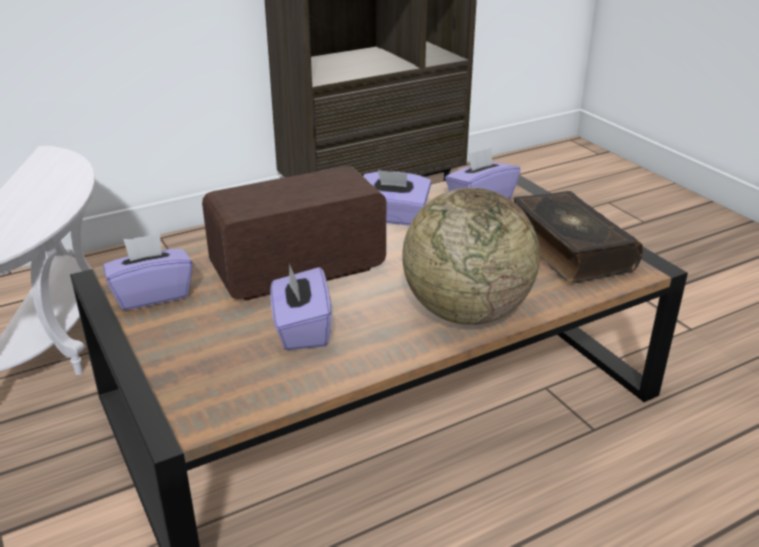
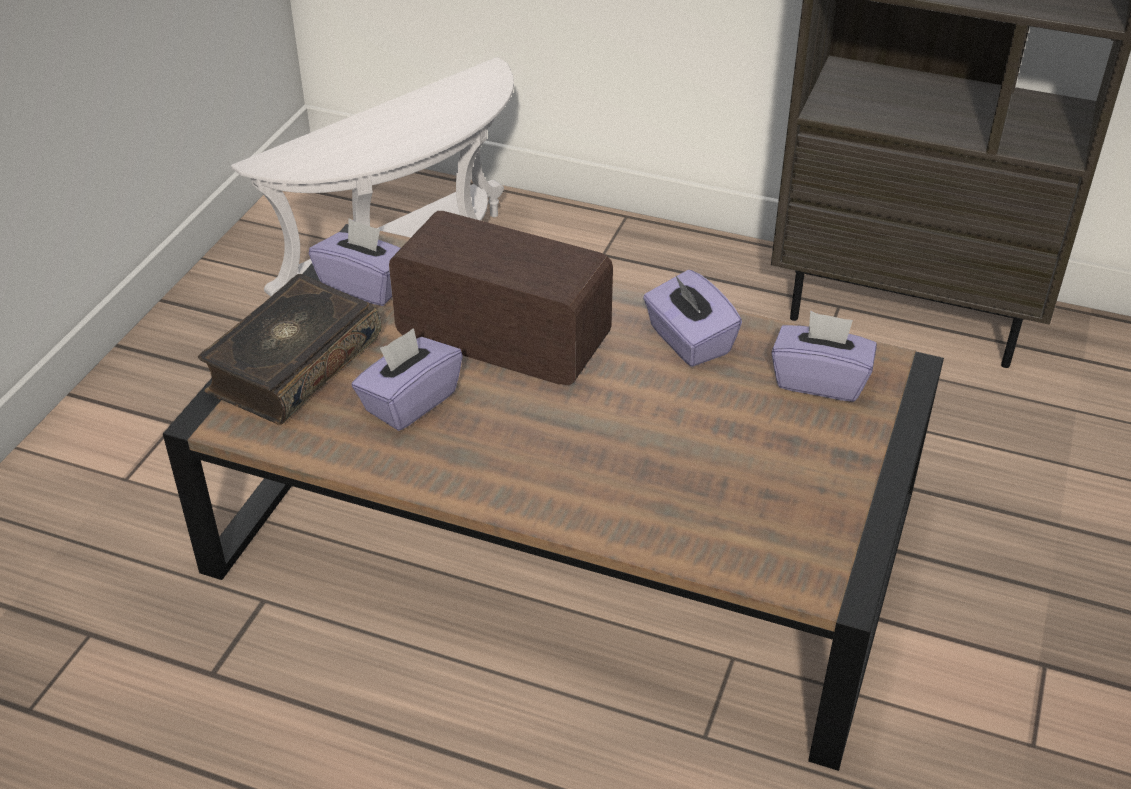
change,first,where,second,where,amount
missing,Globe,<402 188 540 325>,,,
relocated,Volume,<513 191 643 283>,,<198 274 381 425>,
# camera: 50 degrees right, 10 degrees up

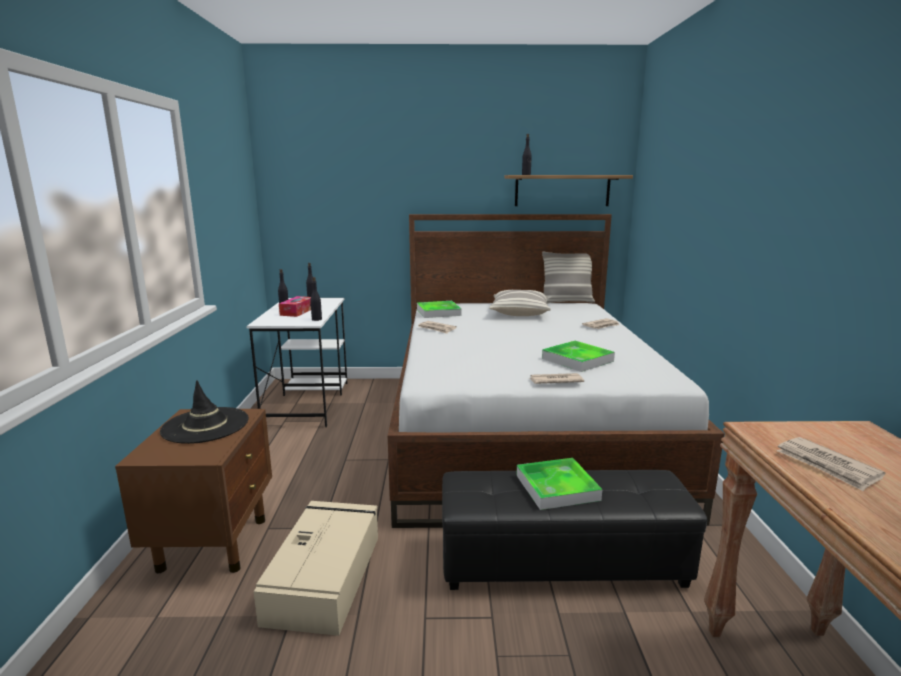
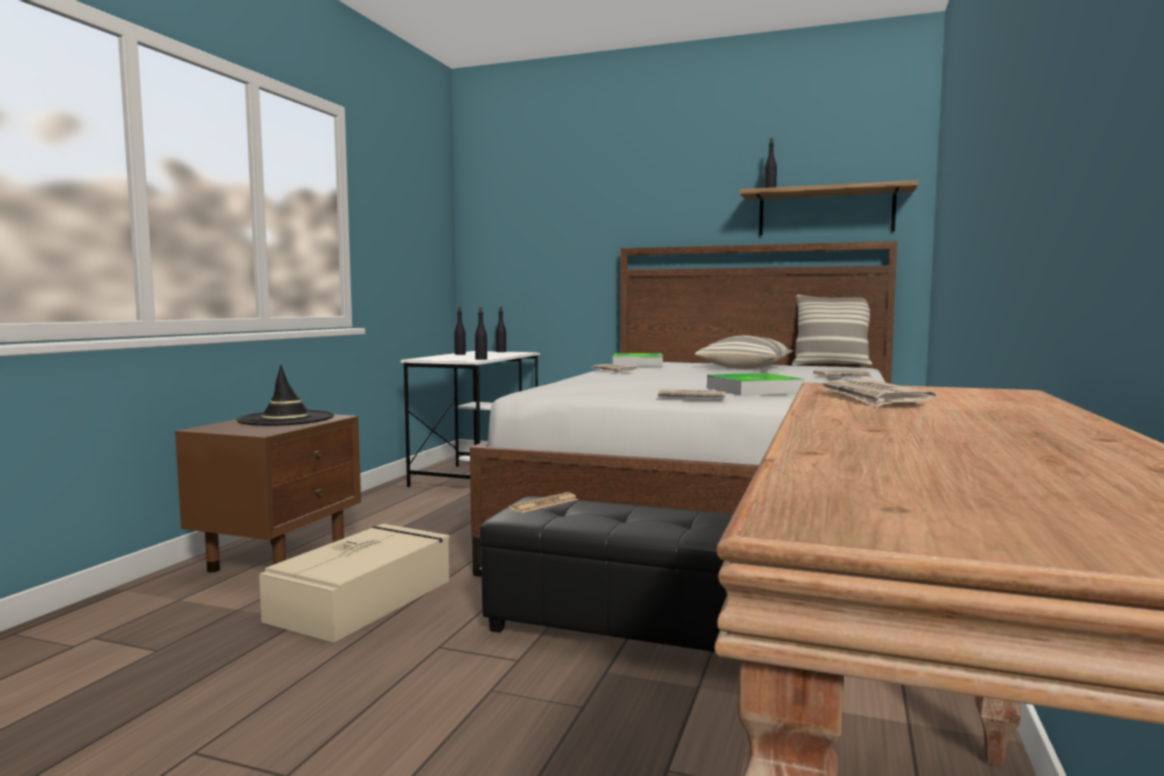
change,first,where,second,where,amount
missing,TissueHolder,<279 296 311 317>,,,
missing,CarryingTray,<516 458 602 510>,,,
appeared,,,DailyPaper,<509 492 578 513>,
# camera: 20 degrees right, 10 degrees down

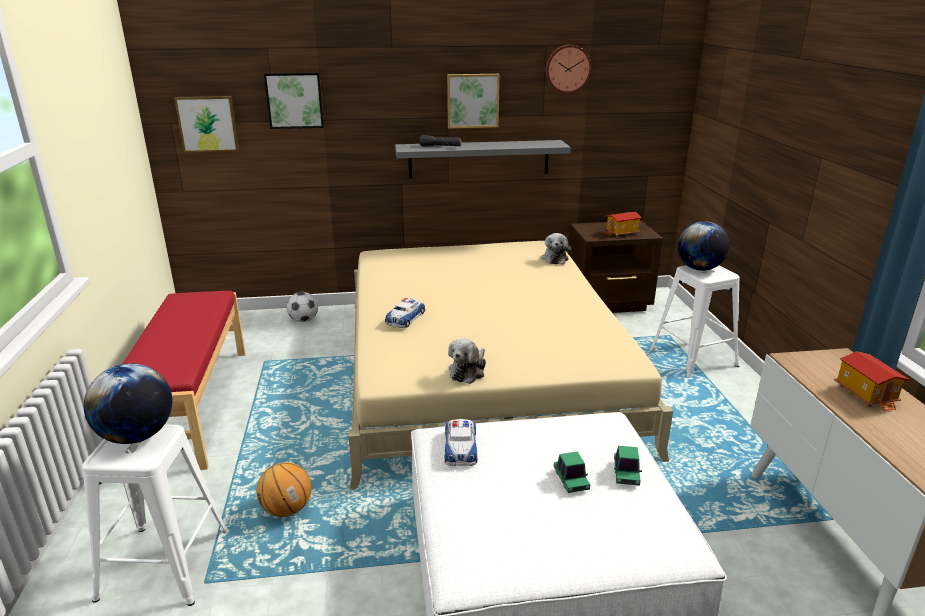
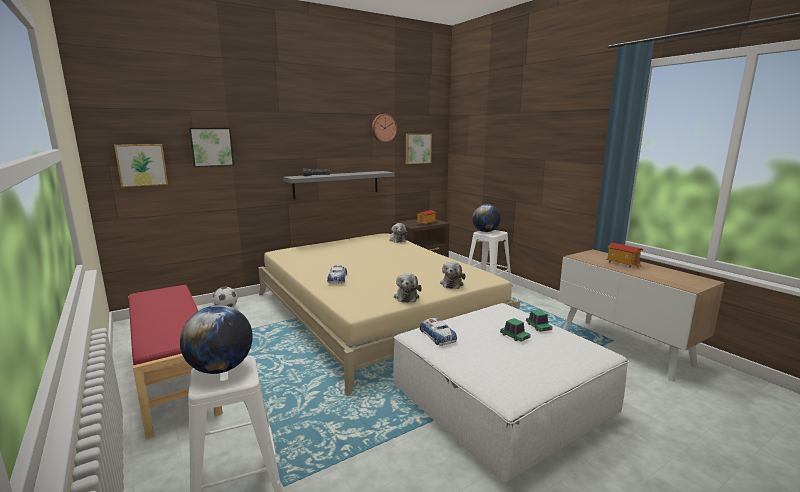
change,first,where,second,where,amount
relocated,WallArt,<447 74 500 129>,,<406 134 432 164>,
missing,BasketballBall,<257 462 311 517>,,,
appeared,,,SoftToy,<440 261 466 289>,
# camera: 25 degrees left, 10 degrees down

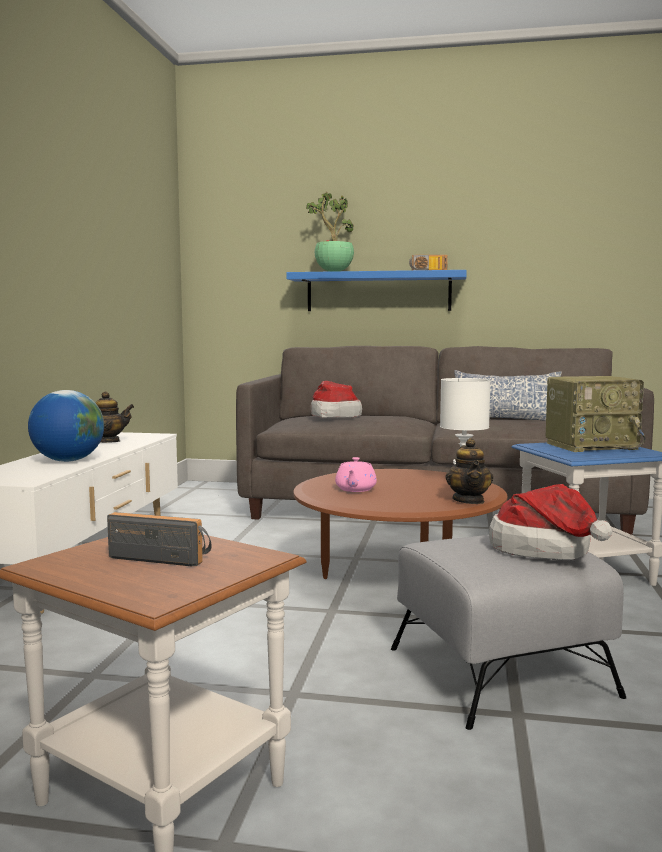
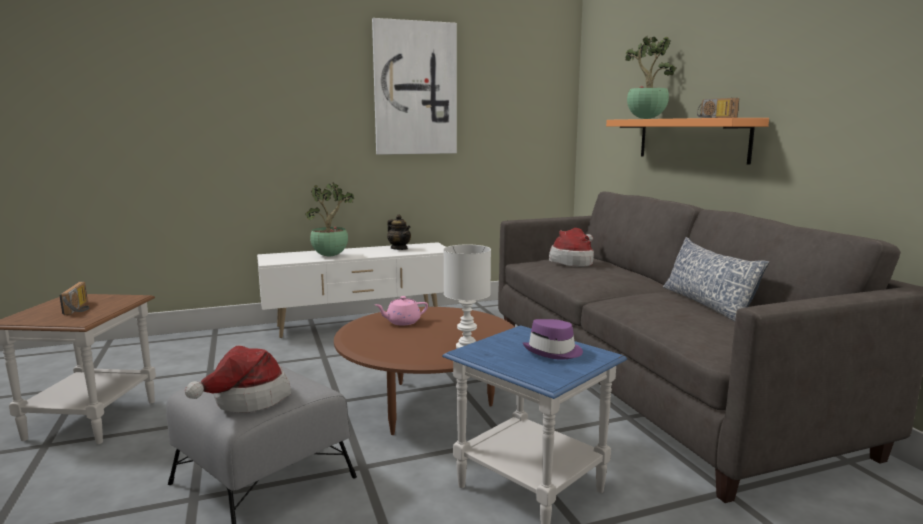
change,first,where,second,where,amount
colour,BlueShelf,<286 270 467 311>,OrangeShelf,<606 118 769 165>,
exchanged,RadioReceiver,<546 376 646 452>,PurplishClothingHat,<523 319 583 360>,
exchanged,Globe,<28 390 104 462>,PottedPlant,<305 183 354 256>,
missing,Teapot,<445 438 493 504>,,,
appeared,,,WallArt,<372 18 457 155>,
# camera: 60 degrees right, 5 degrees up

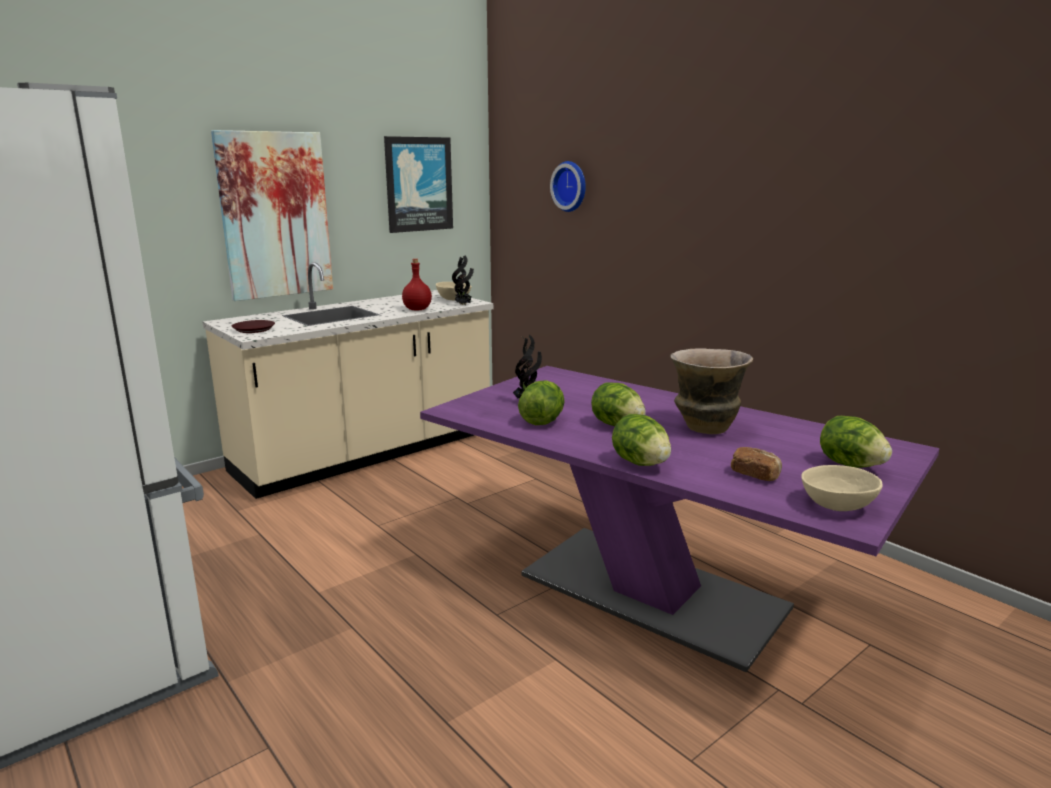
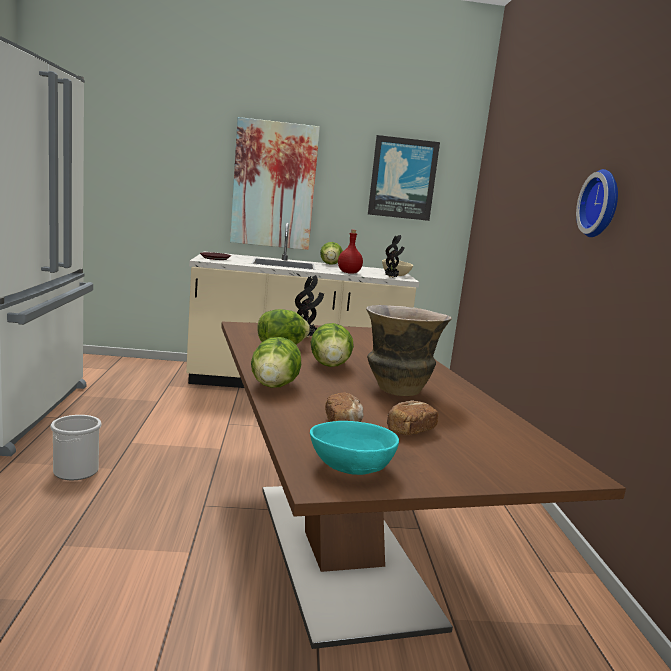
change,first,where,second,where,amount
relocated,WallClock,<550 161 586 212>,,<576 169 618 237>,
colour,PurplishDiningTable,<420 366 940 672>,BrownishDiningTable,<221 322 626 649>,
relocated,LettuceHead,<820 416 892 468>,,<320 242 343 265>,
colour,SandColouredBowl,<801 465 883 511>,BlueGreenBowl,<310 421 399 475>,
appeared,,,BakeryBread,<387 401 439 435>,
appeared,,,Pail,<50 415 101 480>,
# camera: 35 degrees right, 5 degrees down

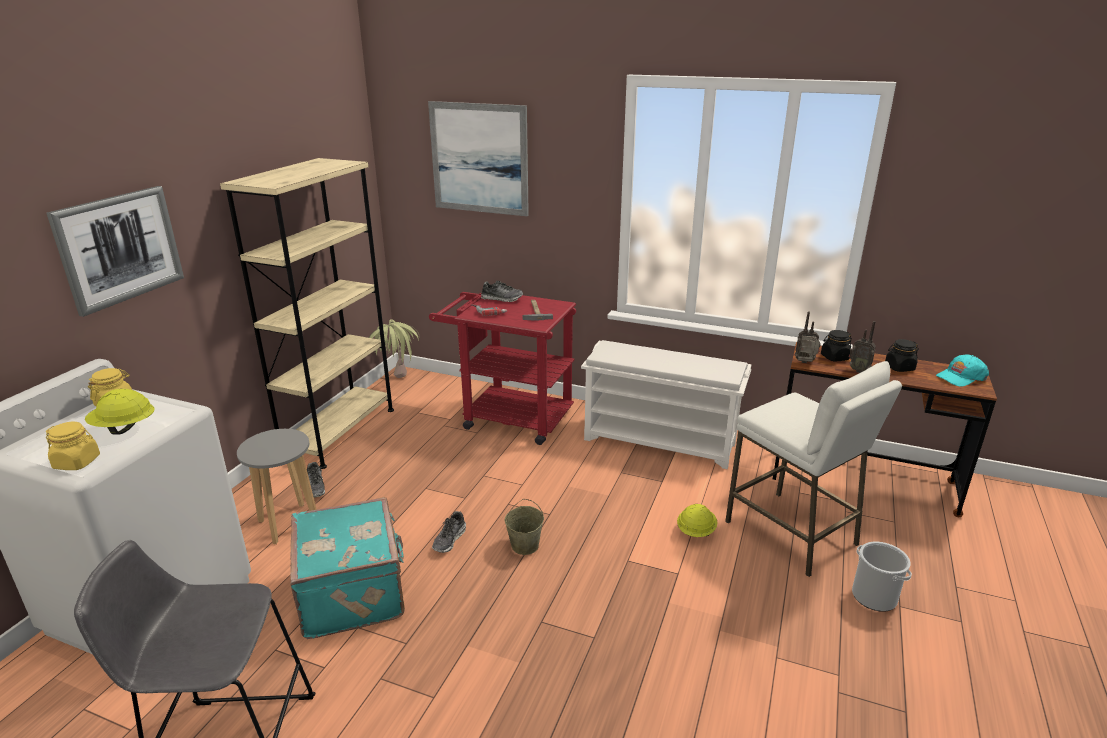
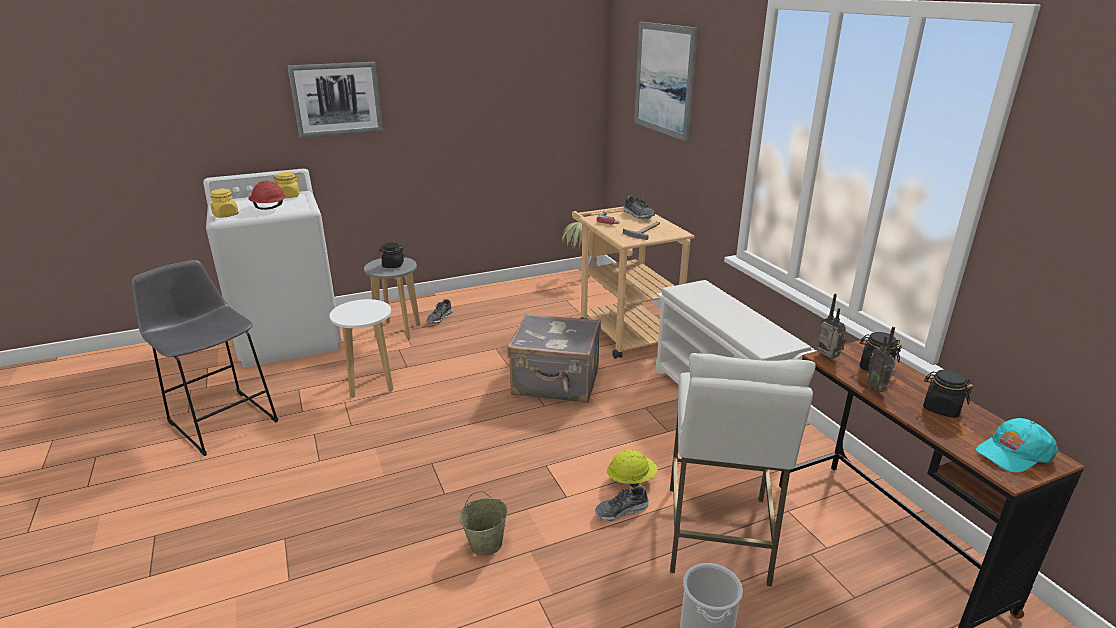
change,first,where,second,where,amount
missing,SandColouredBookshelf,<220 158 394 469>,,,
colour,ReddishTrolley,<429 292 576 445>,SandColouredTrolley,<572 204 695 359>,
spun,BlueGreenCap,<936 354 989 386>,,<976 418 1058 473>,45 degrees counterclockwise
colour,YellowishWorkHelmet,<85 389 155 435>,ReddishWorkHelmet,<249 181 286 210>,
exchanged,BlueGreenSuitcase,<290 497 405 639>,WhitishStool,<330 299 394 397>,
relocated,SandColouredPail,<505 499 544 555>,,<460 491 508 556>,
relocated,LowShoe,<432 511 466 553>,,<595 485 649 522>,
appeared,,,BlackishStorageJar,<379 242 405 268>,
appeared,,,GreySuitcase,<507 313 601 403>,
# camera: 45 degrees right, 0 degrees up

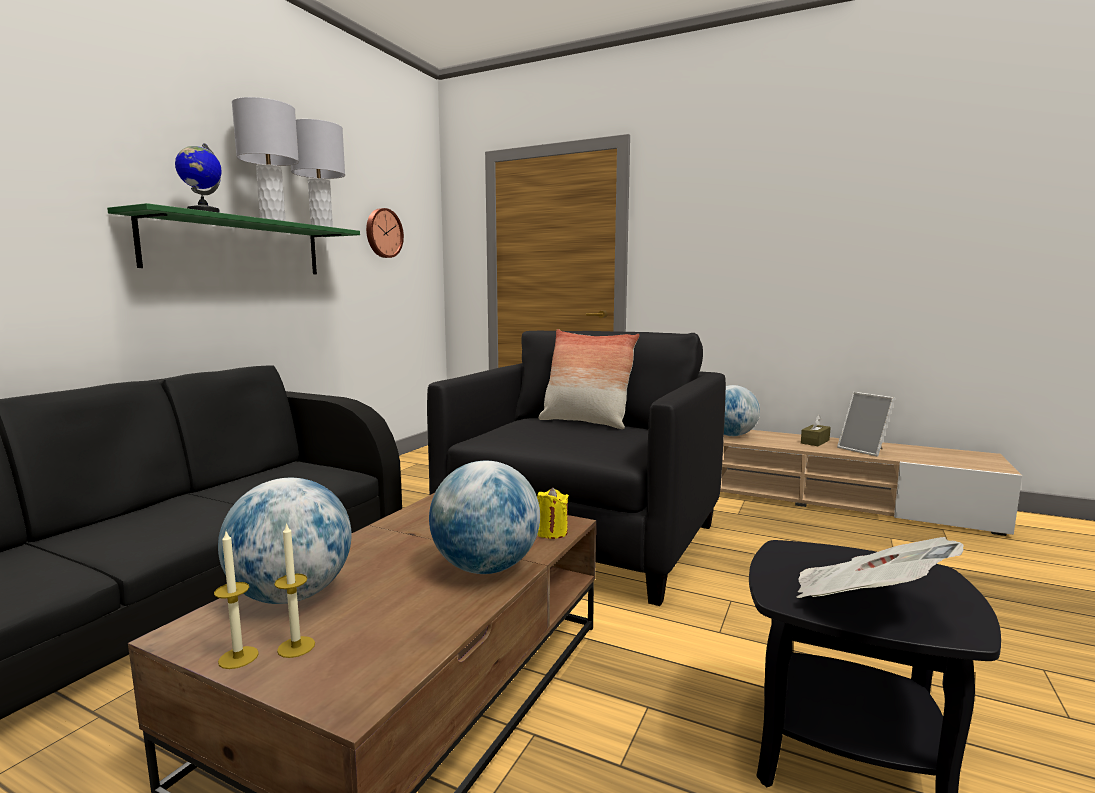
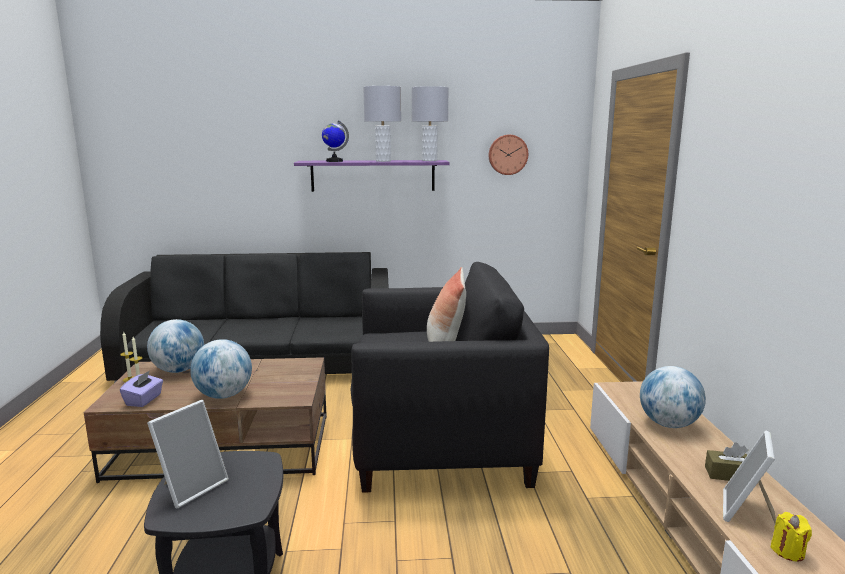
change,first,where,second,where,amount
colour,GreenColouredShelf,<107 203 360 274>,PurplishShelf,<294 160 450 192>,
relocated,YellowishWaxCandle,<537 488 569 539>,,<771 512 812 561>,
exchanged,DailyPaper,<796 537 964 598>,StandingFrame,<147 400 229 508>,
appeared,,,PurplishTissueHolder,<120 370 163 407>,
# camera: 60 degrees right, 5 degrees up

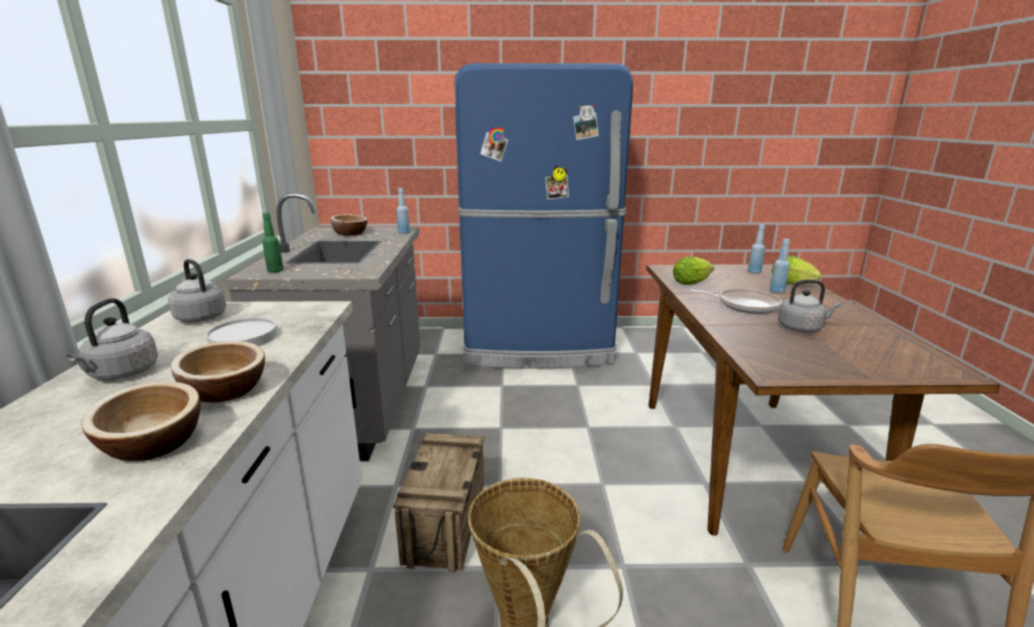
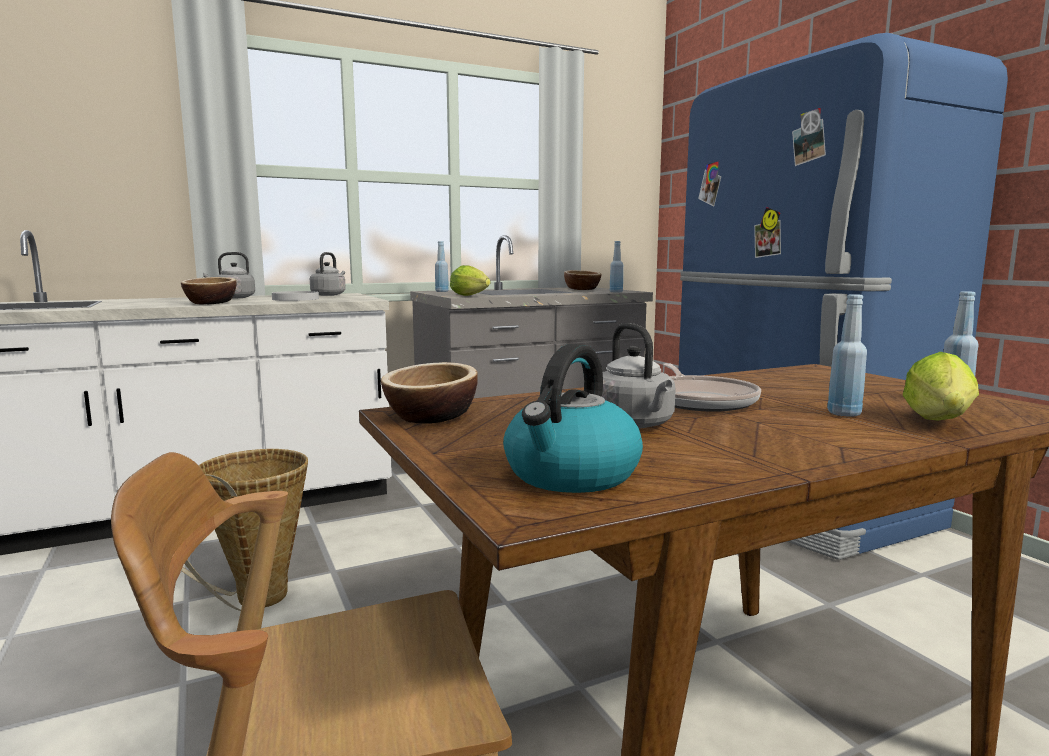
change,first,where,second,where,amount
colour,GreenColouredBeverageBottle,<262 213 284 273>,BlueBeverageBottle,<435 241 449 292>,
relocated,LettuceHead,<673 257 714 285>,,<450 265 490 296>,
relocated,Bowl,<81 381 200 461>,,<381 362 478 424>,
missing,ShippingCrate,<393 433 484 573>,,,
appeared,,,WaterKettle,<503 344 643 493>,
# camera: 65 degrees right, 10 degrees down

